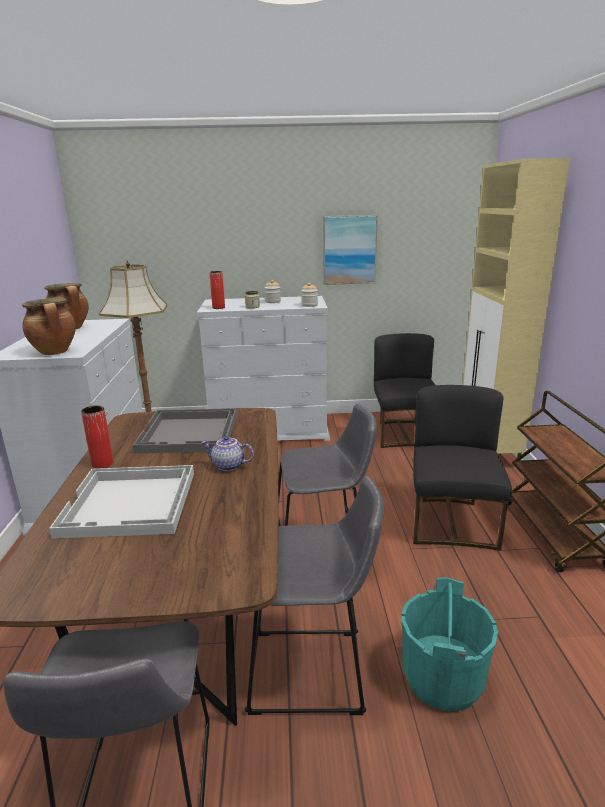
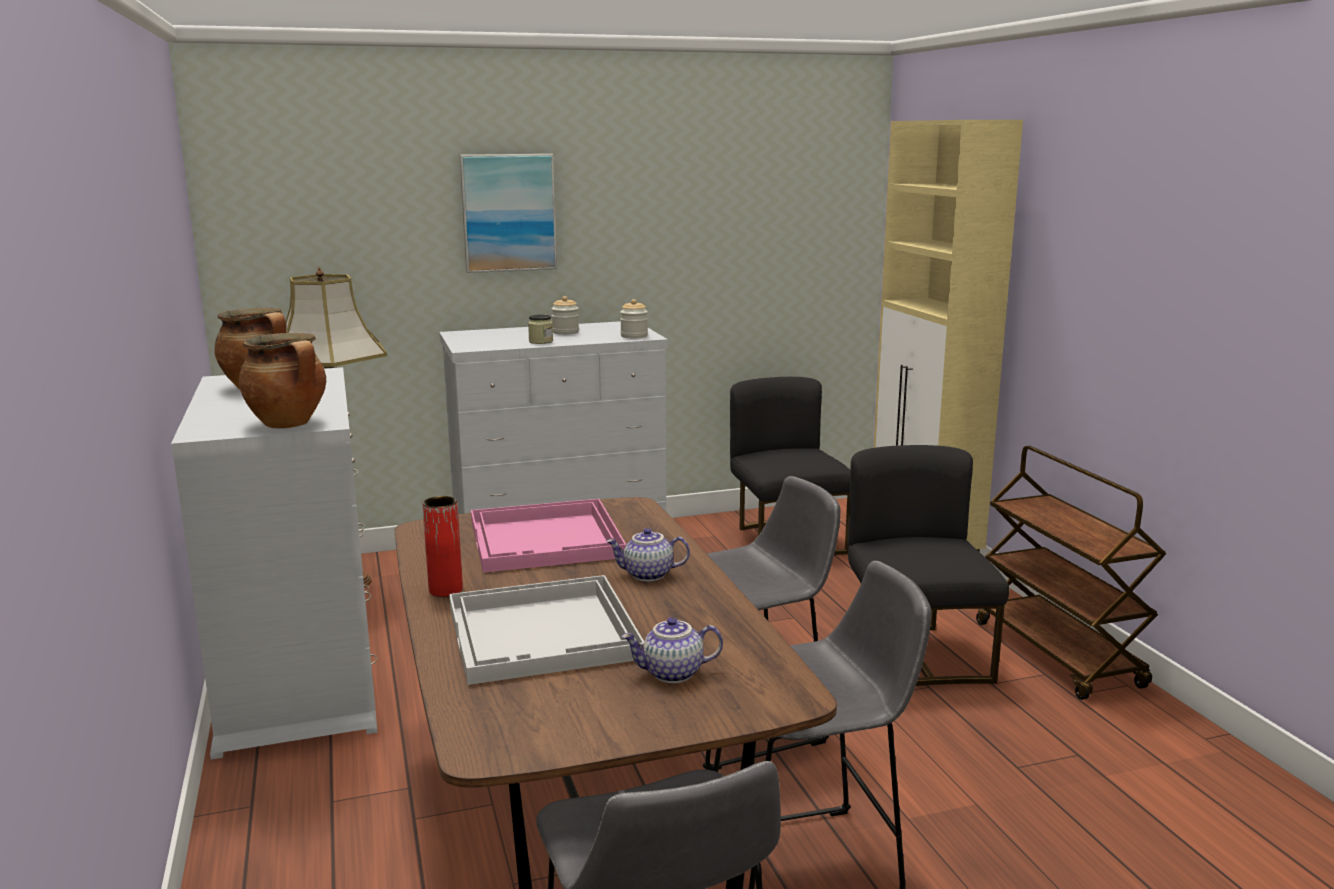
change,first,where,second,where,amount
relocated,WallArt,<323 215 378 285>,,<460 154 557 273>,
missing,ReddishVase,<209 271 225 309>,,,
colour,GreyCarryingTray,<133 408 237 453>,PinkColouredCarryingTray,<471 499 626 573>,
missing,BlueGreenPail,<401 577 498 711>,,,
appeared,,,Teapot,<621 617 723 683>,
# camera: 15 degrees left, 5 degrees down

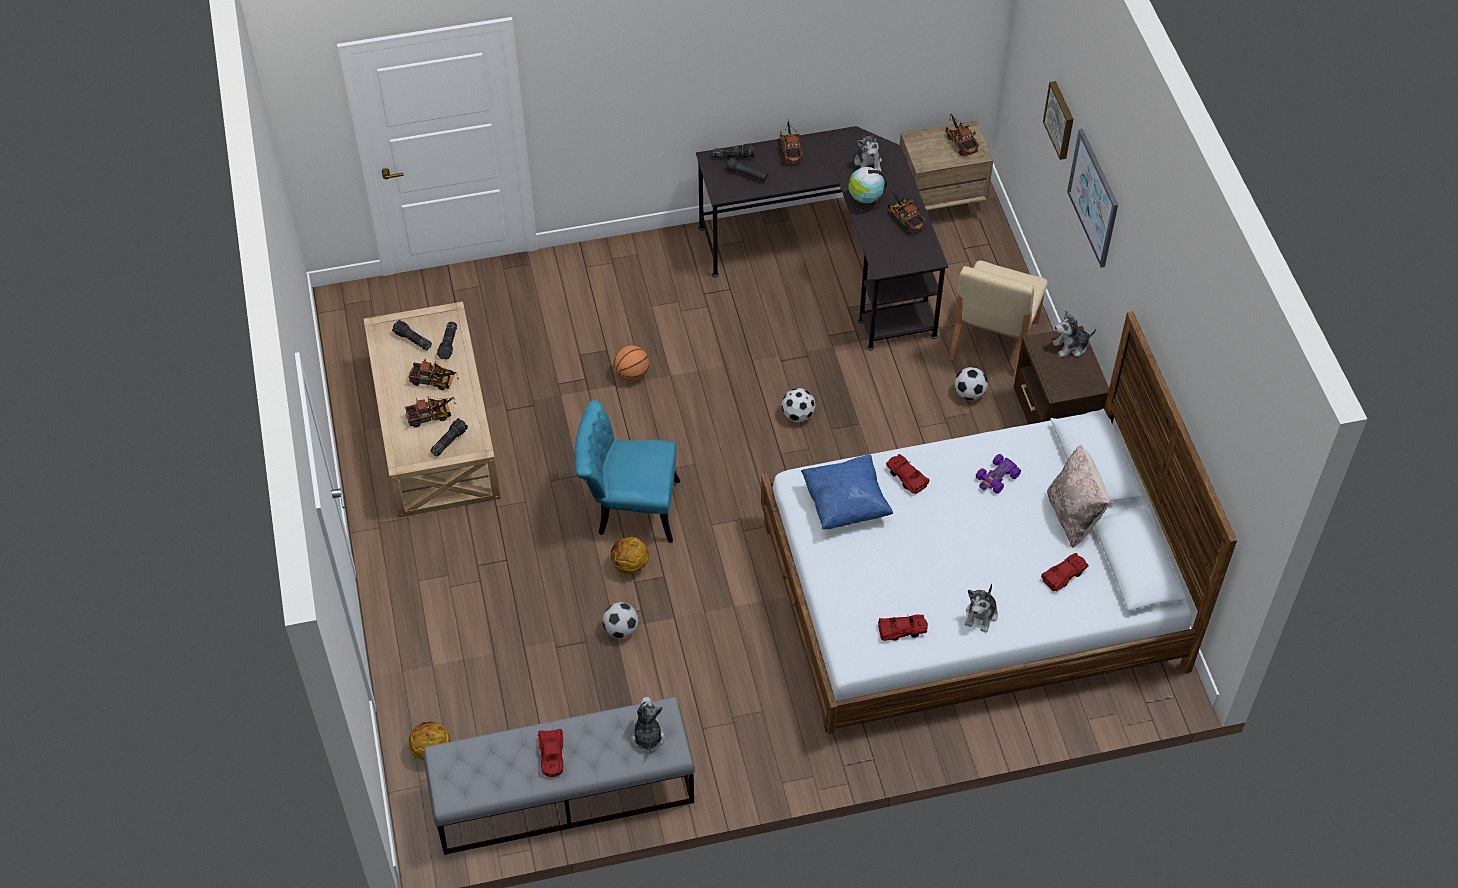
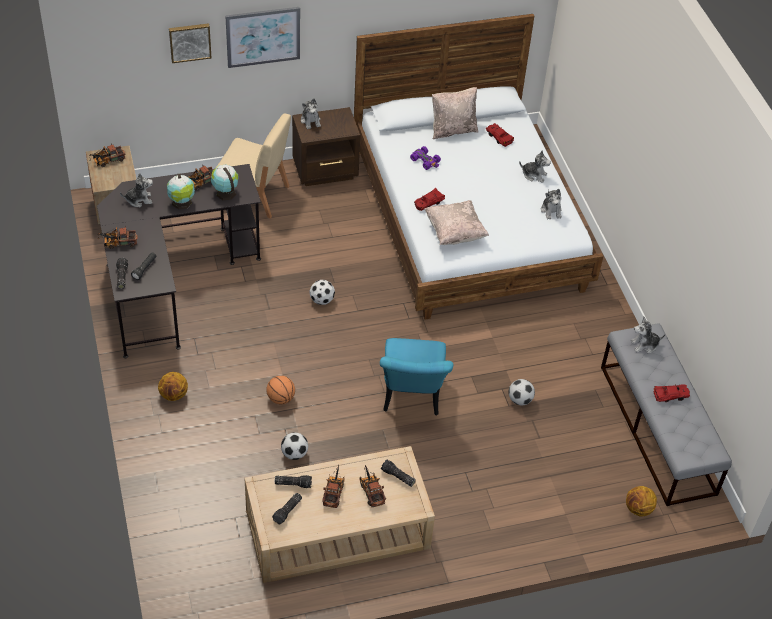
change,first,where,second,where,amount
relocated,Football,<954 367 988 400>,,<281 432 308 460>,
colour,BlueCushion,<801 455 893 529>,SandColouredCushion,<424 200 489 245>,
relocated,BasketballBall,<611 537 649 575>,,<158 372 188 401>,
exchanged,ReddishToyCar,<878 615 928 641>,SoftToy,<541 189 562 220>,
appeared,,,Globe,<211 165 239 200>,
# camera: 95 degrees left, 5 degrees down

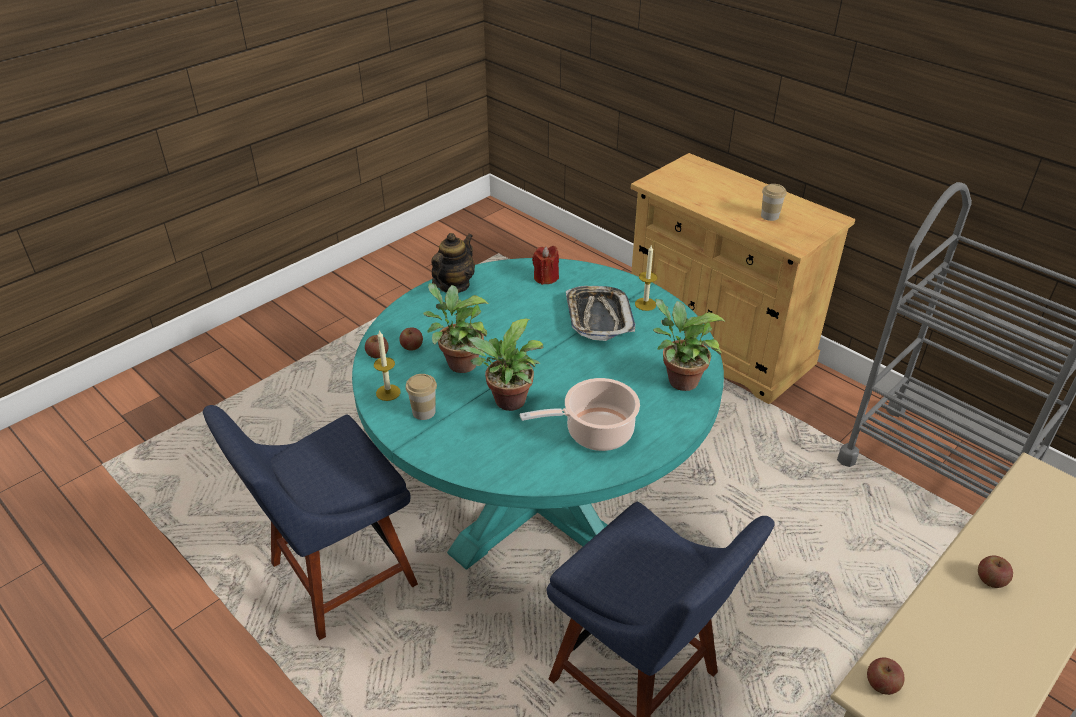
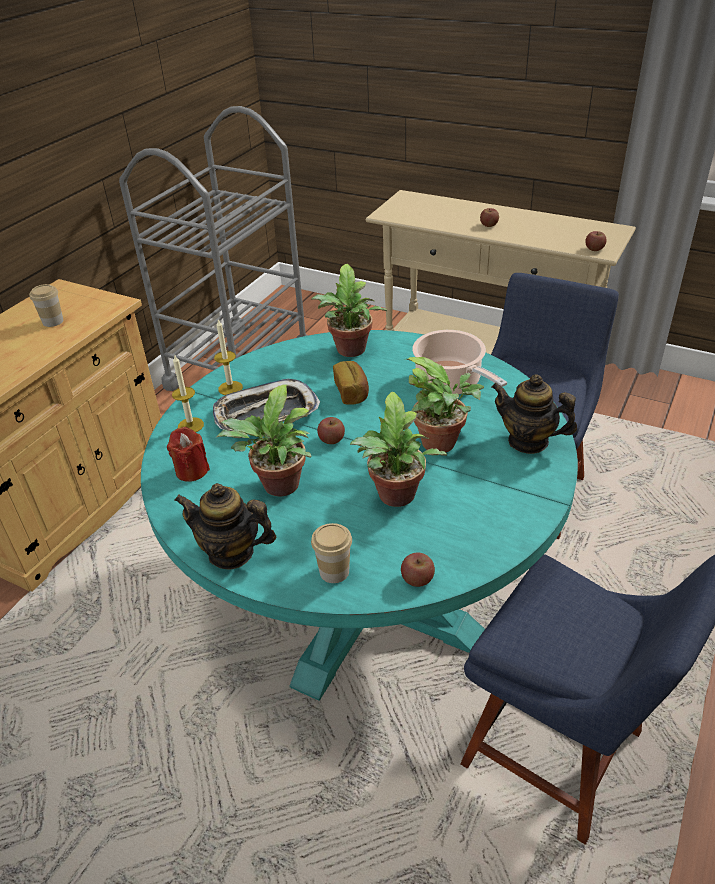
change,first,where,second,where,amount
relocated,AppleFruit,<399 327 423 351>,,<317 417 345 444>,
relocated,WaxCandle,<374 330 401 401>,,<172 356 204 432>,
relocated,SmallCup,<406 374 437 420>,,<311 523 352 583>,
appeared,,,BakeryBread,<333 361 369 405>,
appeared,,,Teapot,<491 374 577 454>,
appeared,,,PottedPlant,<216 385 312 496>,
# camera: 105 degrees left, 0 degrees up

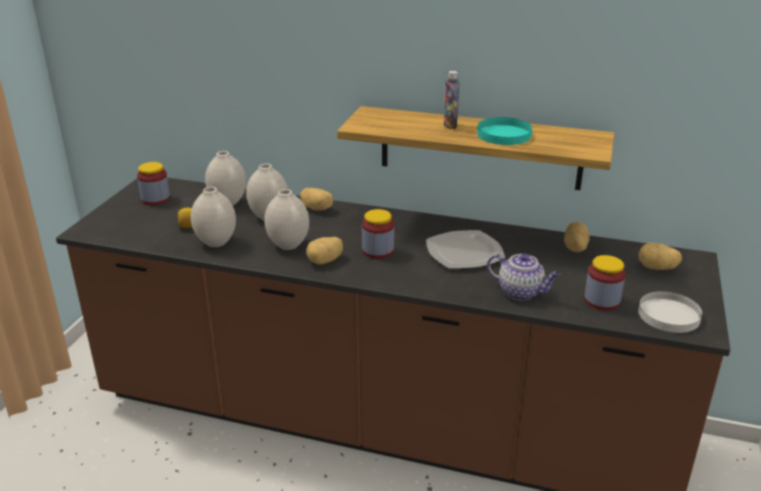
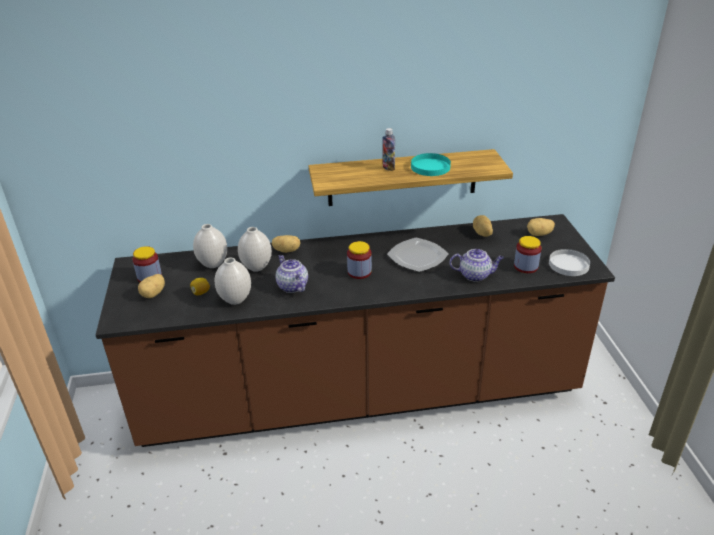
change,first,where,second,where,amount
exchanged,WhitishVase,<265 189 309 250>,Teapot,<276 255 308 293>,
relocated,Potato,<306 237 343 265>,,<138 274 165 298>,
# camera: 25 degrees left, 5 degrees up

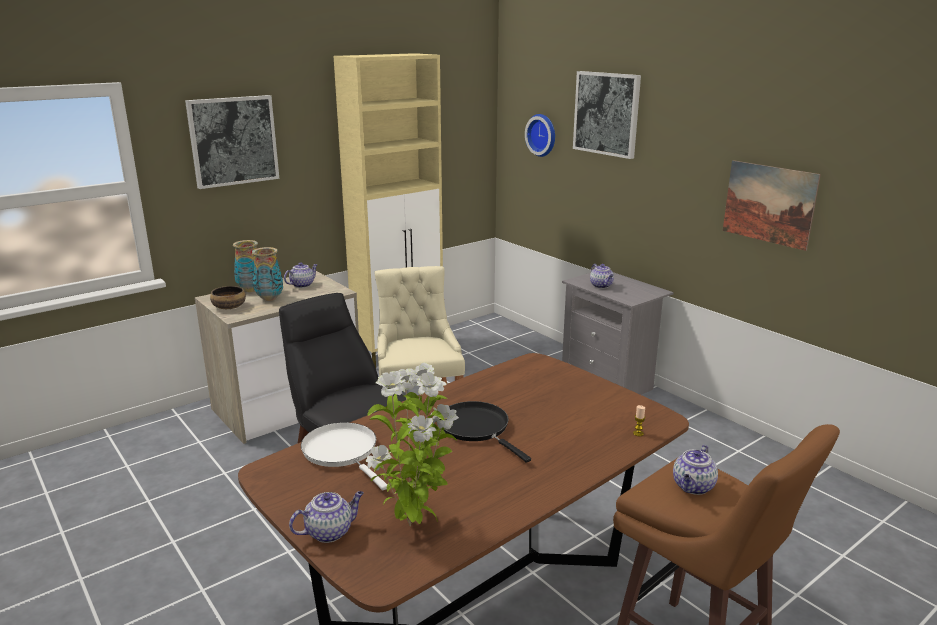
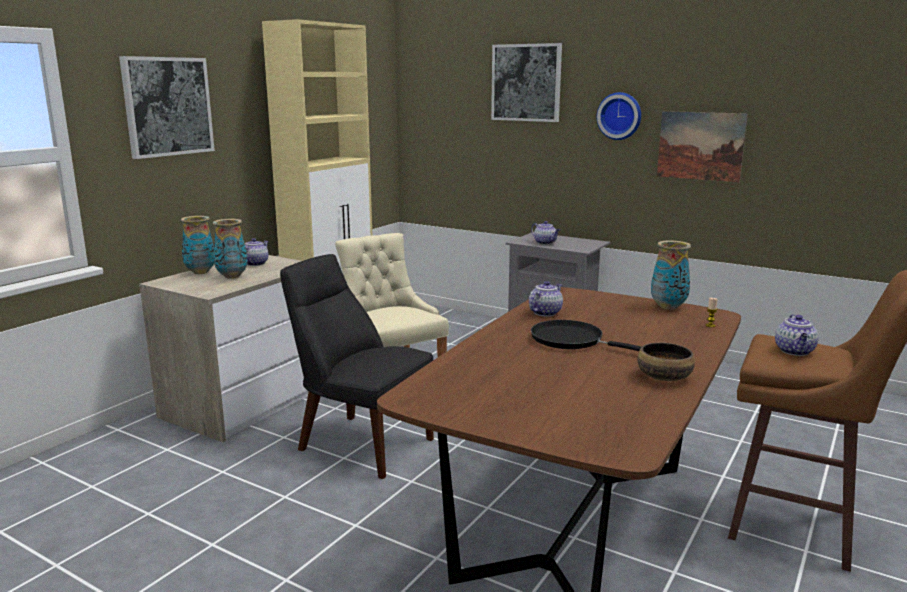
change,first,where,second,where,amount
relocated,WallClock,<525 114 555 157>,,<597 92 641 140>,
relocated,Bowl,<210 286 246 309>,,<637 342 695 381>,
missing,PottedPlant,<366 363 459 526>,,,
missing,WhitishPan,<301 422 387 490>,,,
relocated,Teapot,<289 491 364 543>,,<529 281 563 317>,
appeared,,,Vase,<651 240 691 310>,
# camera: 20 degrees left, 5 degrees down

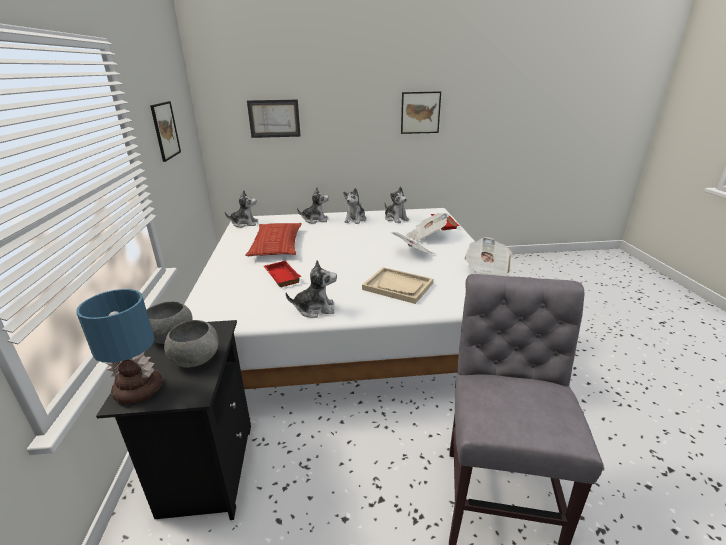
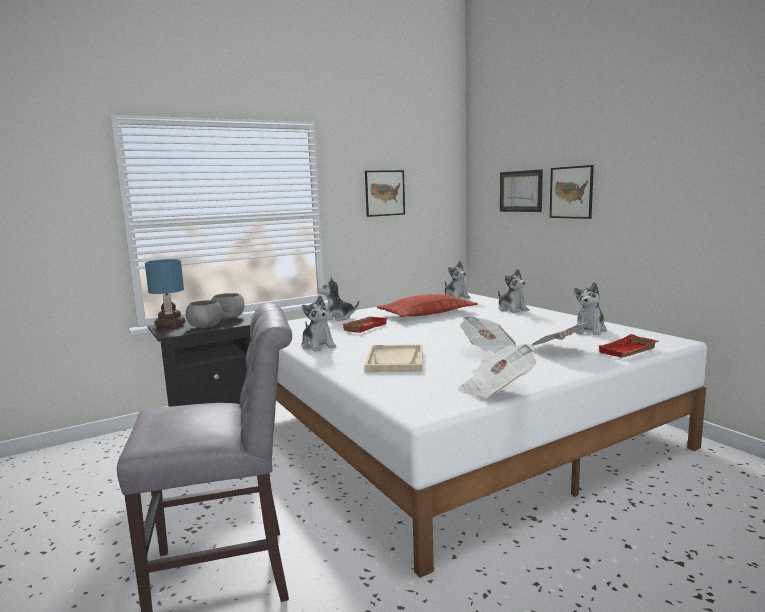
change,first,where,second,where,amount
relocated,WallArt,<401 91 441 134>,,<550 165 594 219>,
relocated,SoftToy,<343 188 366 224>,,<317 277 359 321>,
# camera: 65 degrees right, 15 degrees down

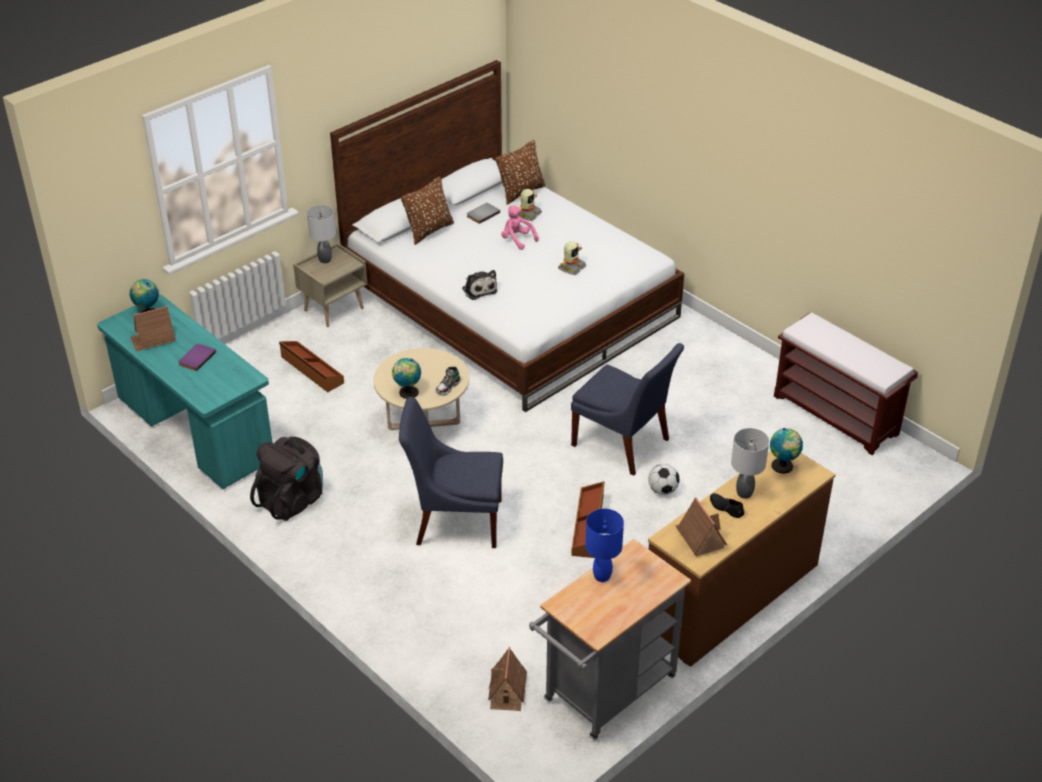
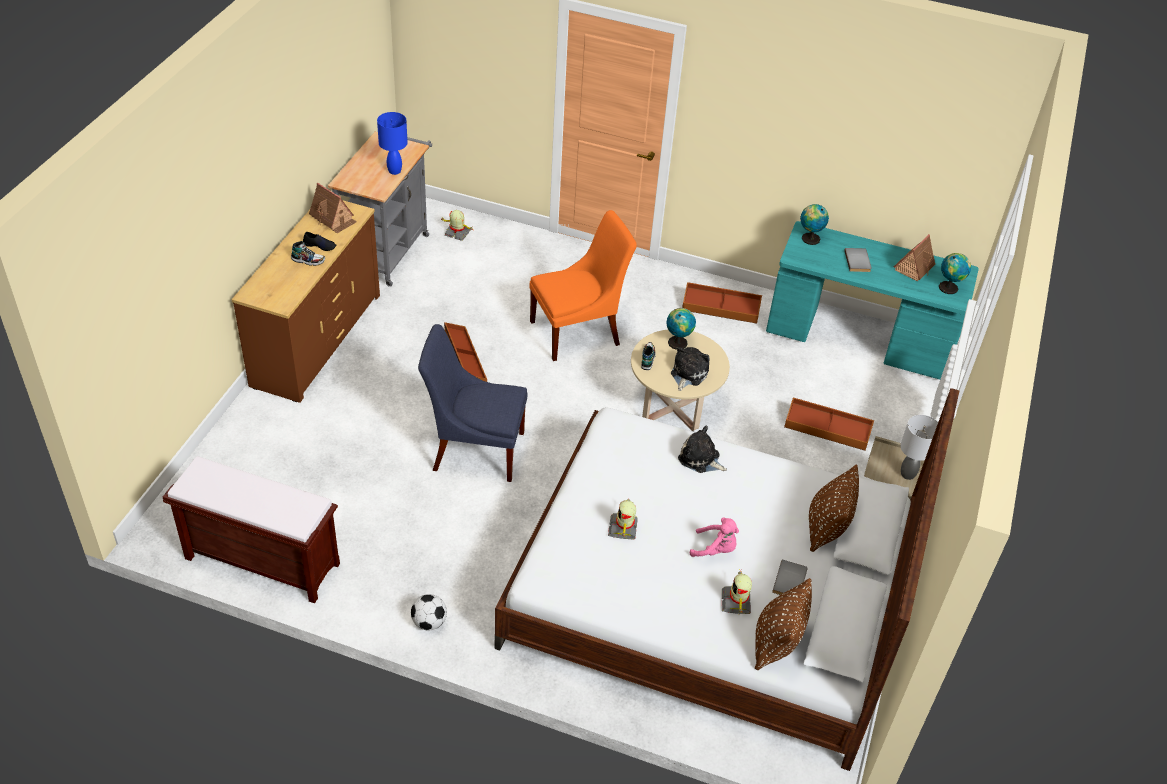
change,first,where,second,where,amount
colour,PurplishVolume,<178 344 216 371>,GreyVolume,<844 248 872 272>,
colour,BlueChair,<399 397 503 548>,OrangeChair,<530 210 637 361>,
exchanged,GreyLampForATable,<731 428 769 499>,LowShoe,<291 241 325 266>,
relocated,Globe,<770 428 803 474>,,<800 204 829 245>,
exchanged,BlackishRucksack,<250 437 323 521>,BrownishStorageBin,<682 282 762 324>,
relocated,Football,<648 464 679 495>,,<411 594 447 630>,
exchanged,ToyHouse,<488 647 527 711>,ToyRobot,<440 210 473 241>,
appeared,,,SoftToy,<671 347 710 391>,
# camera: 150 degrees right, 5 degrees up

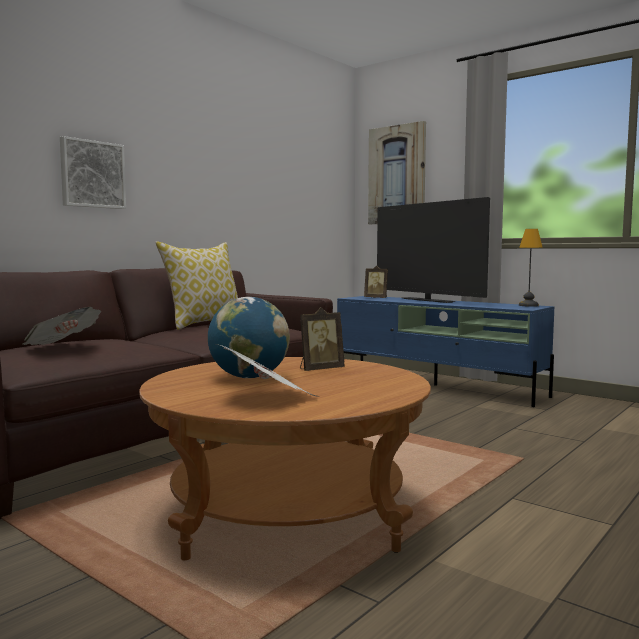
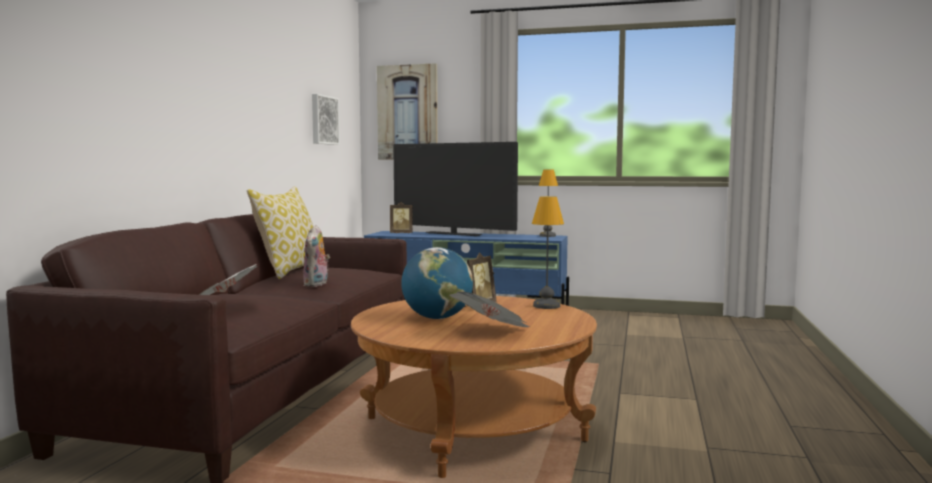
change,first,where,second,where,amount
relocated,WallArt,<60 136 126 209>,,<312 94 340 145>,
appeared,,,LampForATable,<532 196 564 309>,
appeared,,,SoftToy,<303 225 330 287>,
# camera: 25 degrees left, 0 degrees up

